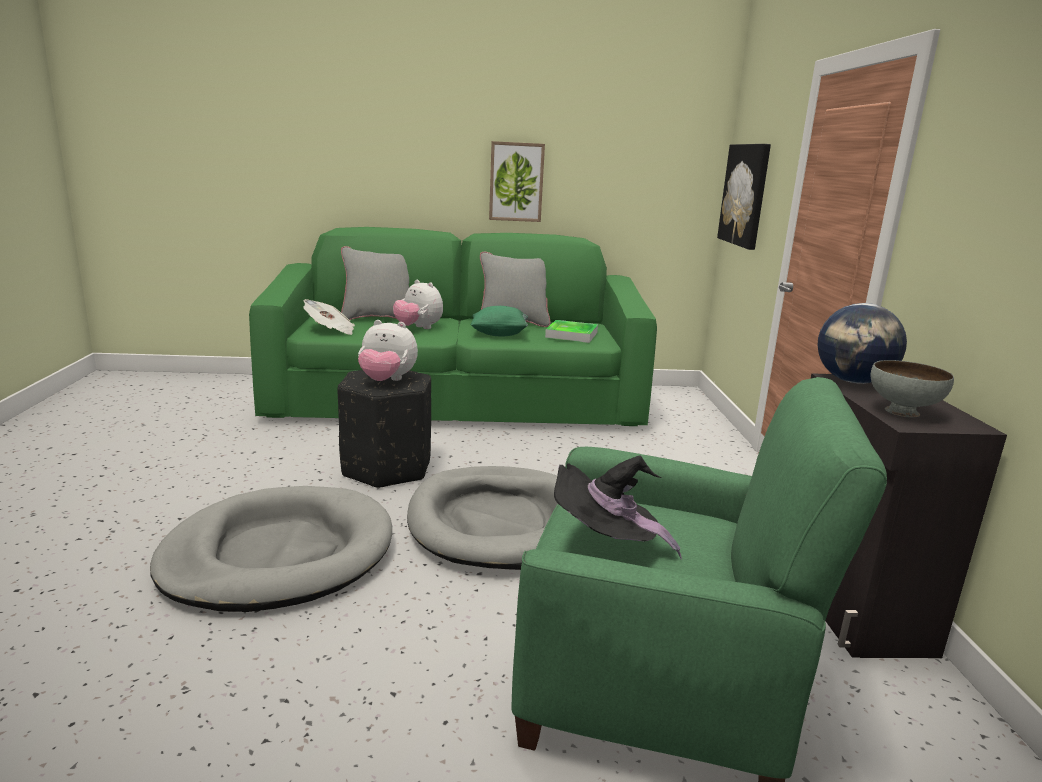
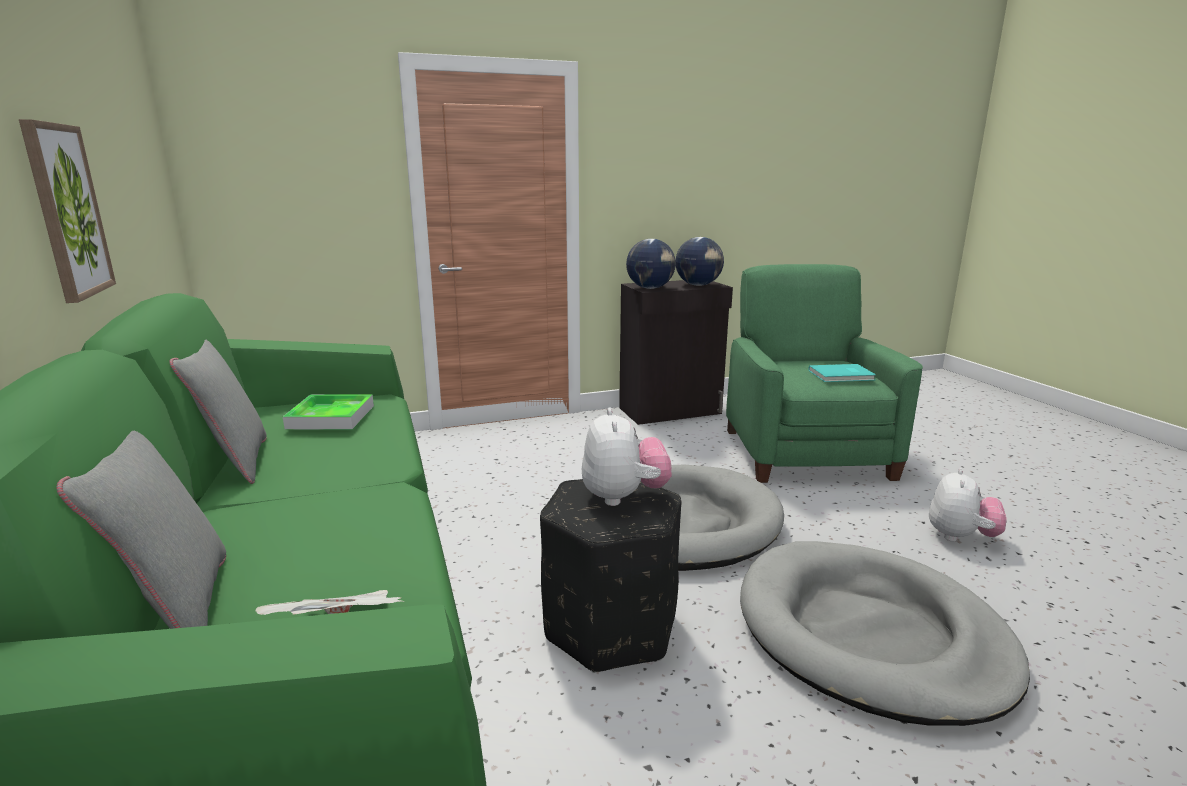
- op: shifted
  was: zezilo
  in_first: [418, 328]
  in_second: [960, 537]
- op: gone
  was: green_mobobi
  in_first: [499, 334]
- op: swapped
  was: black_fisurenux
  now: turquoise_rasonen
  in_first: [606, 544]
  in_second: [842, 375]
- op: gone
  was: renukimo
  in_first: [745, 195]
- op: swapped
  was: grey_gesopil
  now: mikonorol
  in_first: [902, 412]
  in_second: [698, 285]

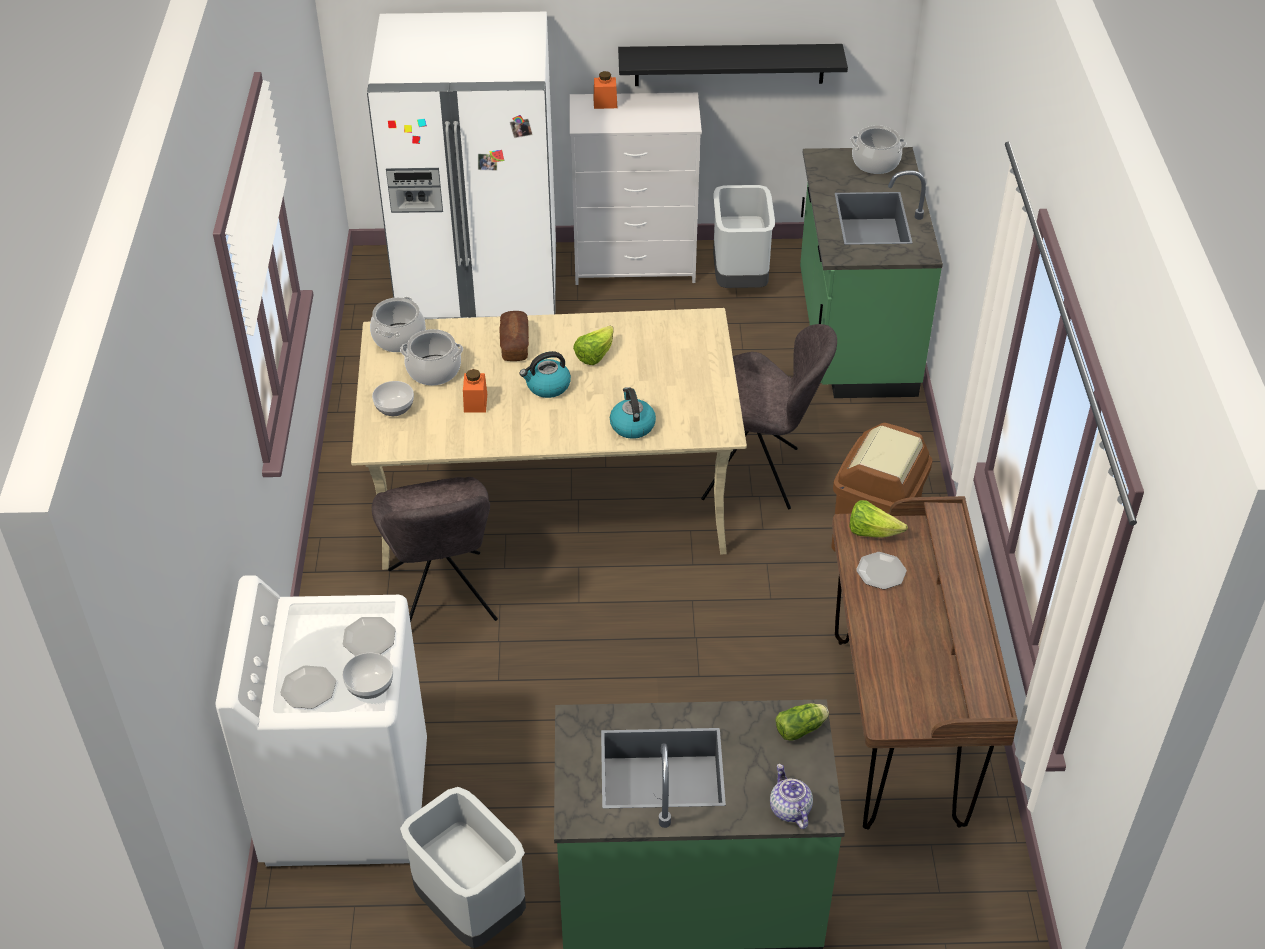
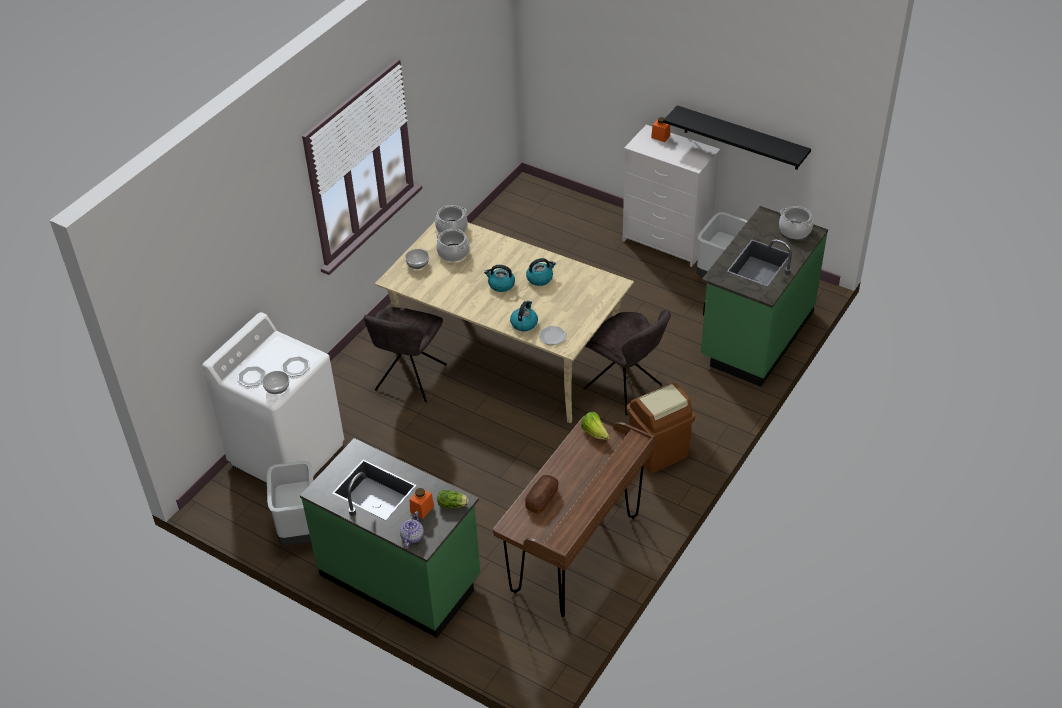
- op: gone
  was: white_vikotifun
  in_first: [479, 287]
- op: shifted
  was: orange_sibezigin
  in_first: [475, 403]
  in_second: [422, 509]
- op: shifted
  was: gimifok
  in_first: [514, 344]
  in_second: [542, 499]
- op: swapped
  was: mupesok
  now: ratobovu
  in_first: [594, 355]
  in_second: [540, 278]
- op: shifted
  was: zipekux
  in_first: [881, 572]
  in_second: [552, 336]

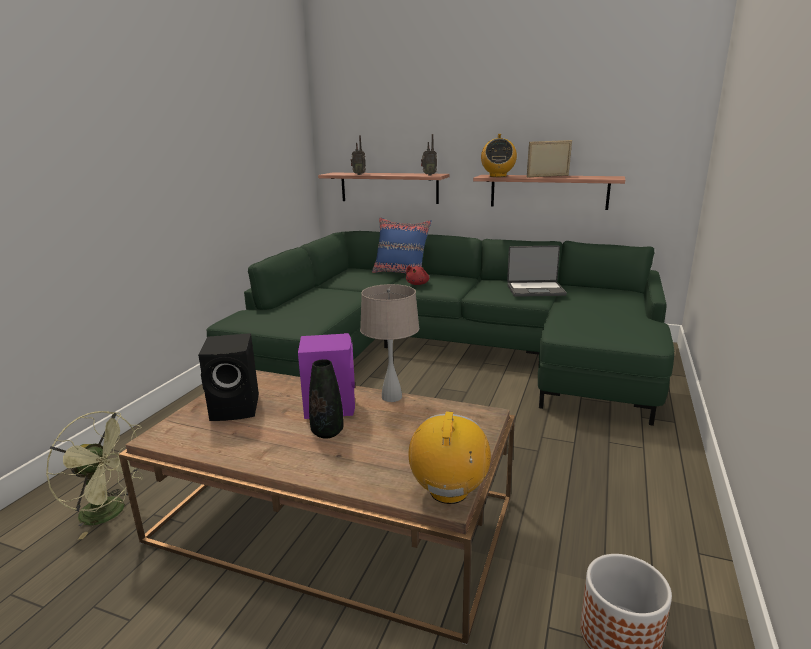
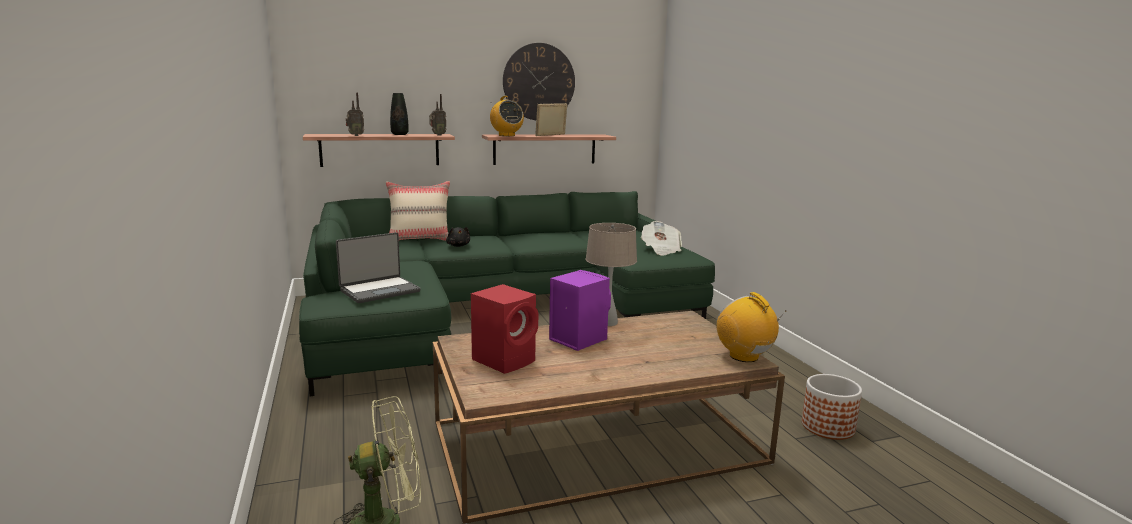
- op: repainted
  was: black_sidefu
  now: red_sidefu
  in_first: [237, 408]
  in_second: [505, 360]
- op: shifted
  was: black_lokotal
  in_first: [327, 432]
  in_second: [399, 134]
- op: repainted
  was: blue_mobobi
  now: beige_mobobi
  in_first: [401, 273]
  in_second: [420, 240]
- op: repainted
  was: red_zezilo
  now: black_zezilo
  in_first: [418, 284]
  in_second: [458, 246]
- op: shifted
  was: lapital
  in_first: [535, 290]
  in_second: [379, 290]
- op: new
  now: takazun
  in_second: [539, 82]
- op: new
  now: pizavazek
  in_second: [661, 250]

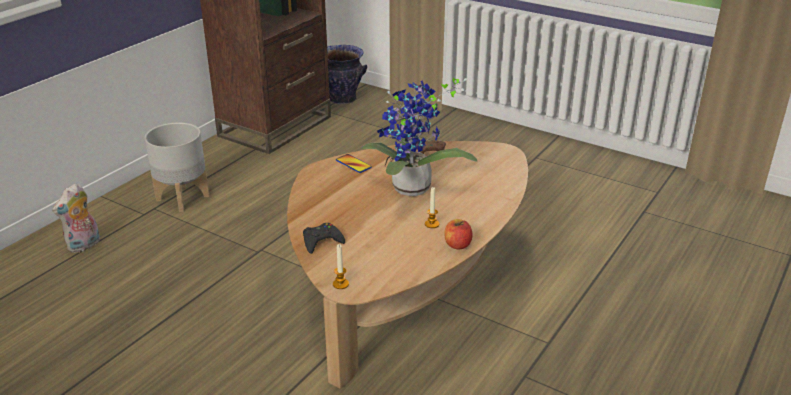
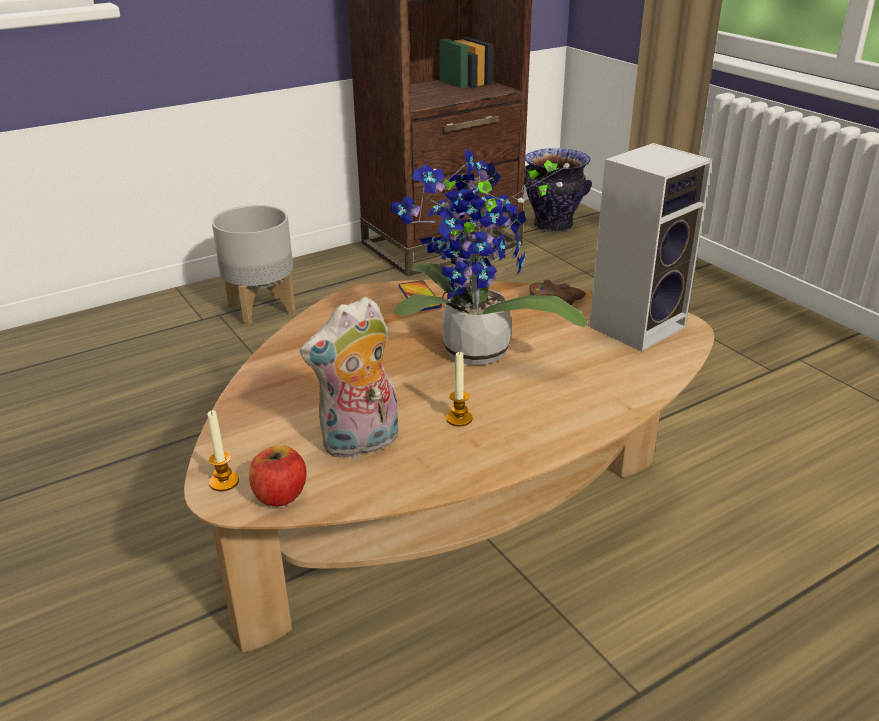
- op: shifted
  was: zezilo
  in_first: [84, 245]
  in_second: [360, 444]
- op: gone
  was: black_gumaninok
  in_first: [321, 241]
- op: shifted
  was: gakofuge
  in_first: [457, 245]
  in_second: [280, 495]
- op: new
  now: sidefu
  in_second: [637, 325]

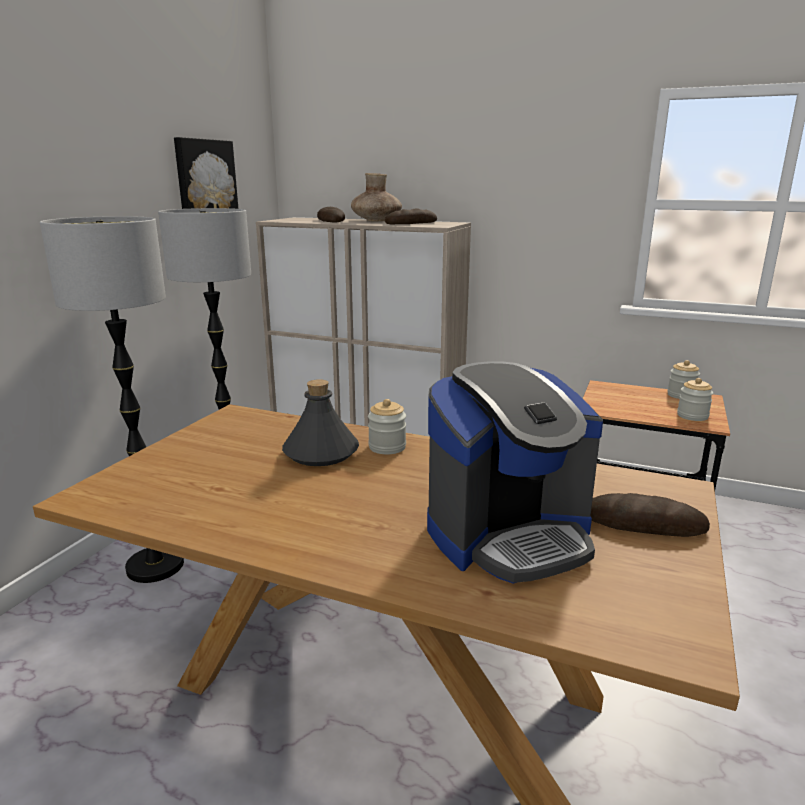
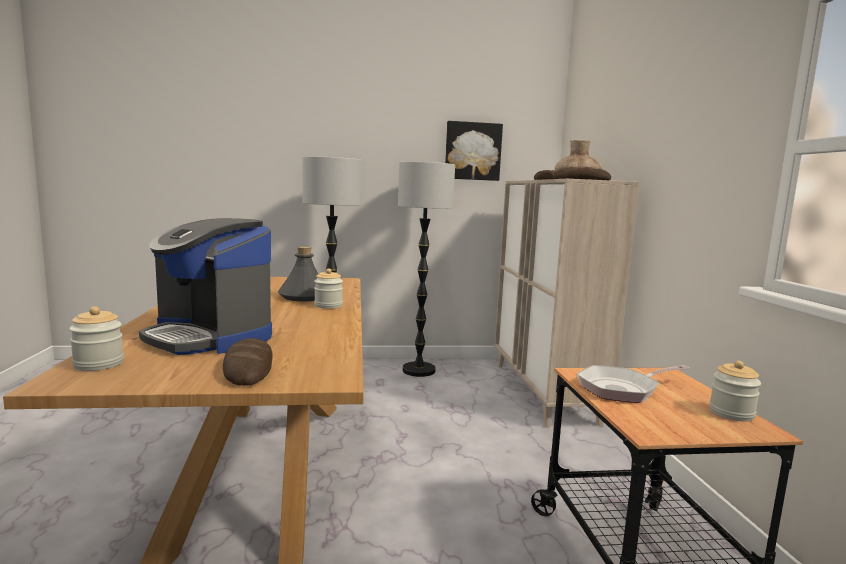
- op: shifted
  was: sibezigin
  in_first: [692, 416]
  in_second: [98, 364]
- op: new
  now: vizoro
  in_second: [622, 389]

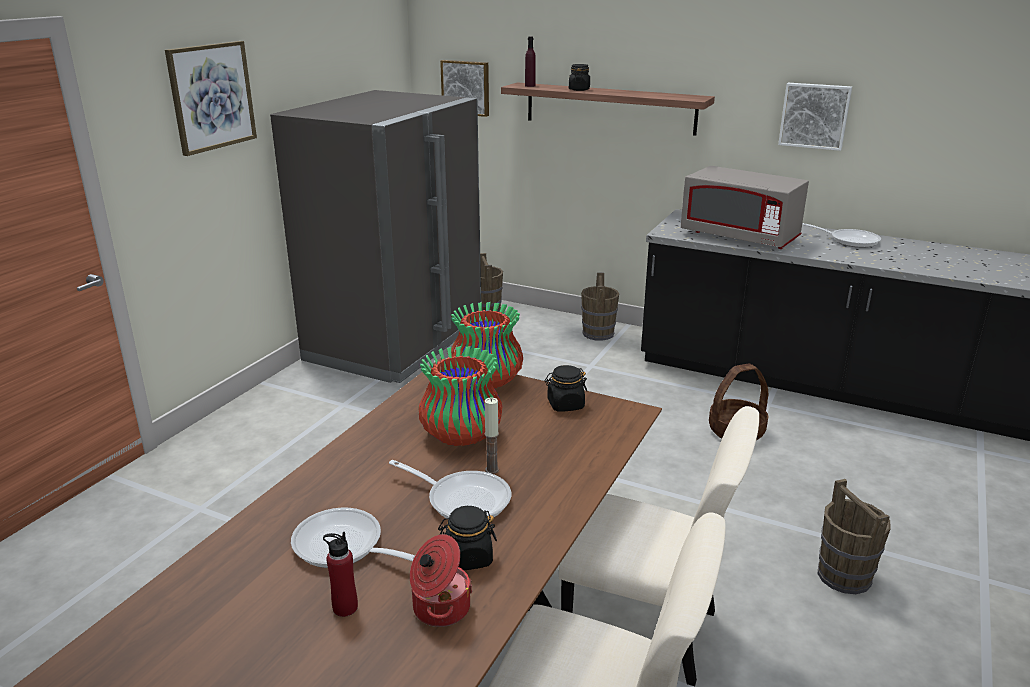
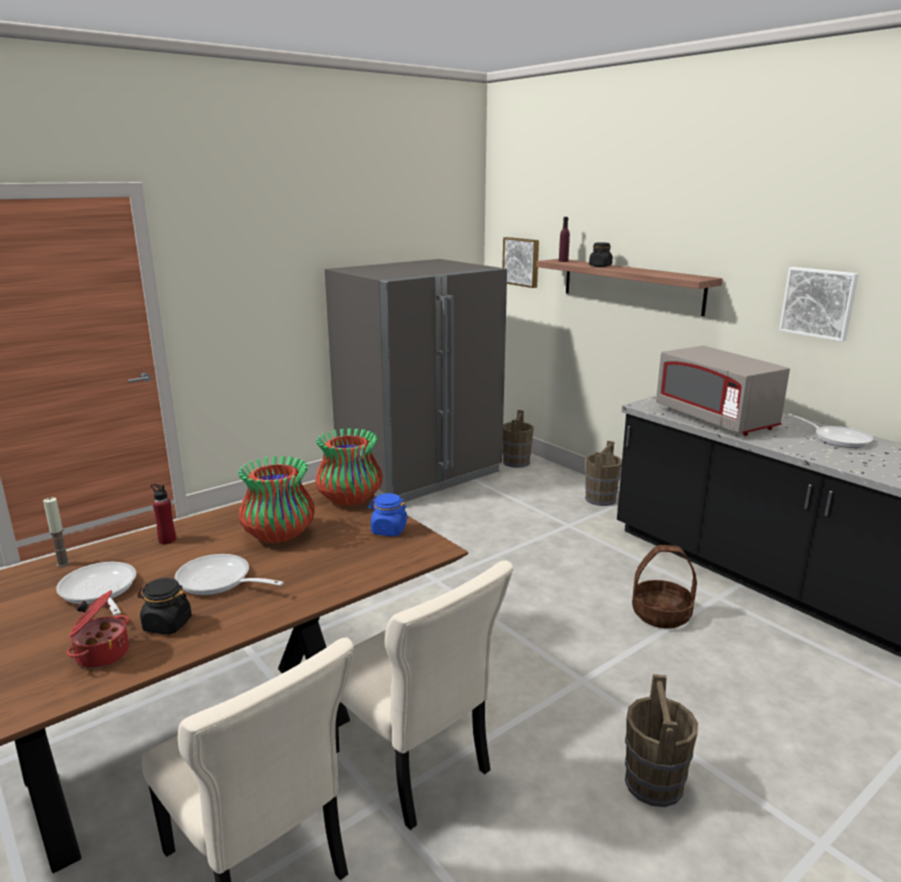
- op: gone
  was: renukimo
  in_first: [211, 96]
- op: shifted
  was: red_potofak
  in_first: [345, 607]
  in_second: [167, 540]
- op: rotated
  was: vizoro
  in_first: [463, 499]
  in_second: [219, 581]
  clockwise: 150
- op: shifted
  was: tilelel
  in_first: [492, 470]
  in_second: [63, 564]
- op: repainted
  was: black_sibezigin
  now: blue_sibezigin
  in_first: [565, 405]
  in_second: [388, 530]

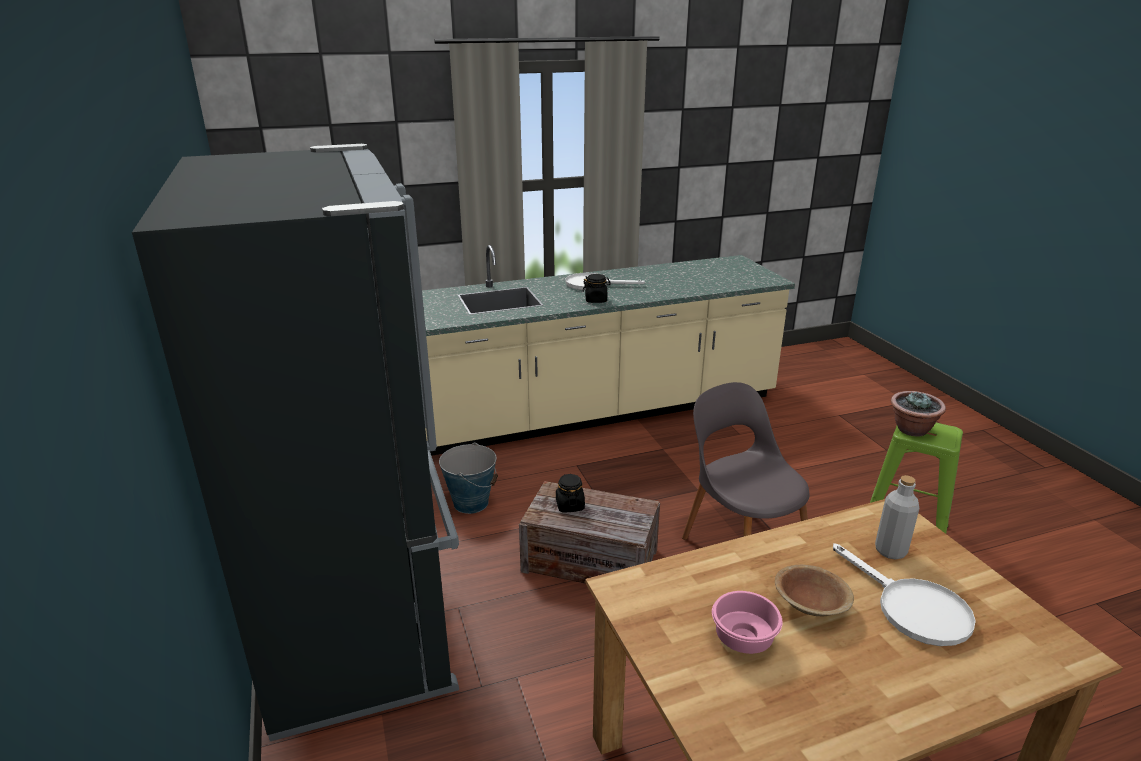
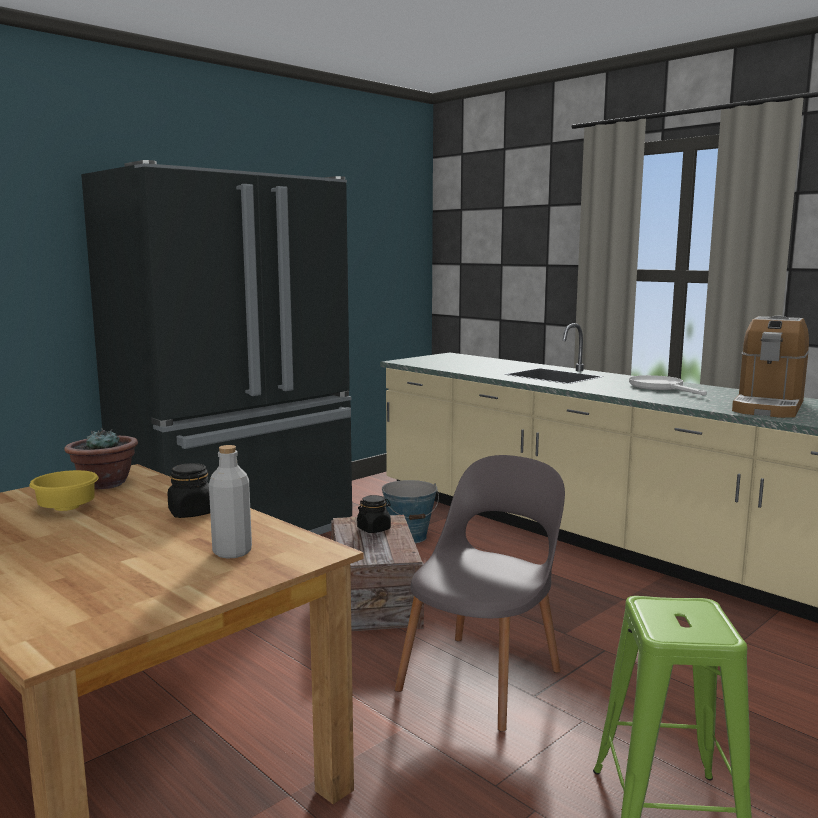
- op: shifted
  was: black_sibezigin
  in_first: [596, 300]
  in_second: [191, 513]
- op: repainted
  was: pink_gesopil
  now: yellow_gesopil
  in_first: [744, 640]
  in_second: [64, 508]
- op: gone
  was: brown_gesopil
  in_first: [810, 605]
- op: gone
  was: white_vizoro
  in_first: [912, 608]
- op: shifted
  was: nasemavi
  in_first: [912, 430]
  in_second: [104, 484]
- op: new
  now: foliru
  in_second: [768, 406]

